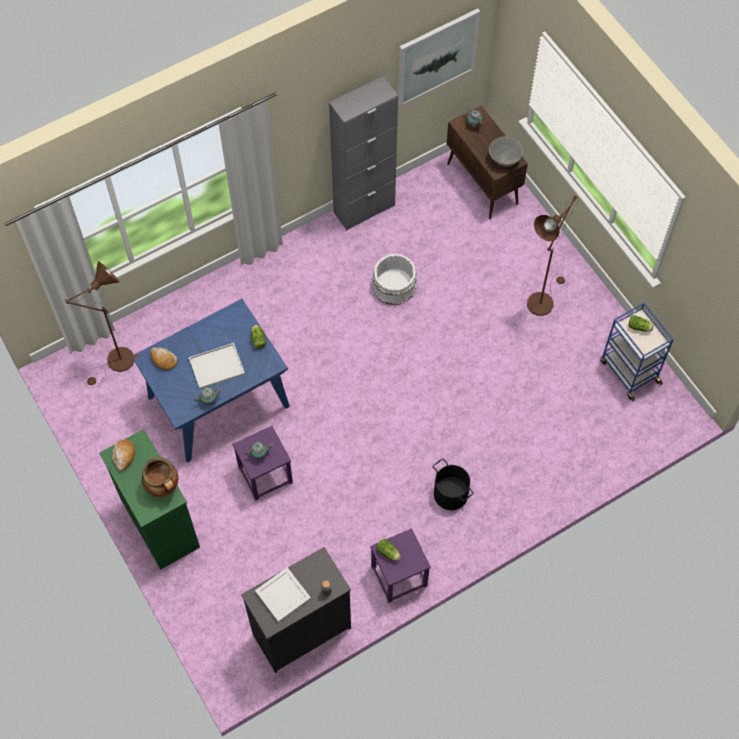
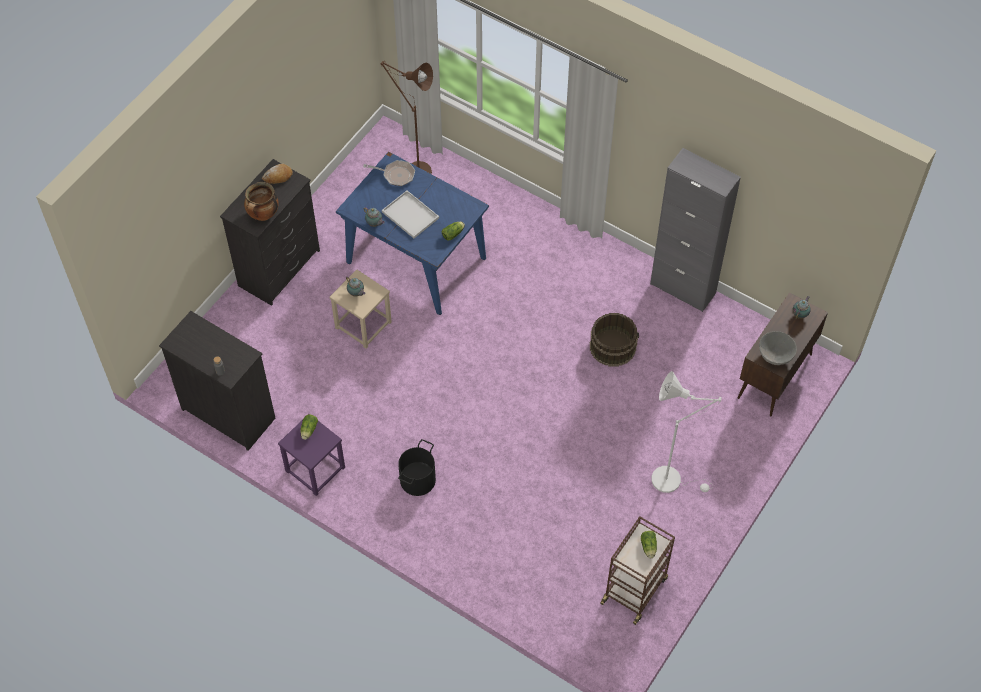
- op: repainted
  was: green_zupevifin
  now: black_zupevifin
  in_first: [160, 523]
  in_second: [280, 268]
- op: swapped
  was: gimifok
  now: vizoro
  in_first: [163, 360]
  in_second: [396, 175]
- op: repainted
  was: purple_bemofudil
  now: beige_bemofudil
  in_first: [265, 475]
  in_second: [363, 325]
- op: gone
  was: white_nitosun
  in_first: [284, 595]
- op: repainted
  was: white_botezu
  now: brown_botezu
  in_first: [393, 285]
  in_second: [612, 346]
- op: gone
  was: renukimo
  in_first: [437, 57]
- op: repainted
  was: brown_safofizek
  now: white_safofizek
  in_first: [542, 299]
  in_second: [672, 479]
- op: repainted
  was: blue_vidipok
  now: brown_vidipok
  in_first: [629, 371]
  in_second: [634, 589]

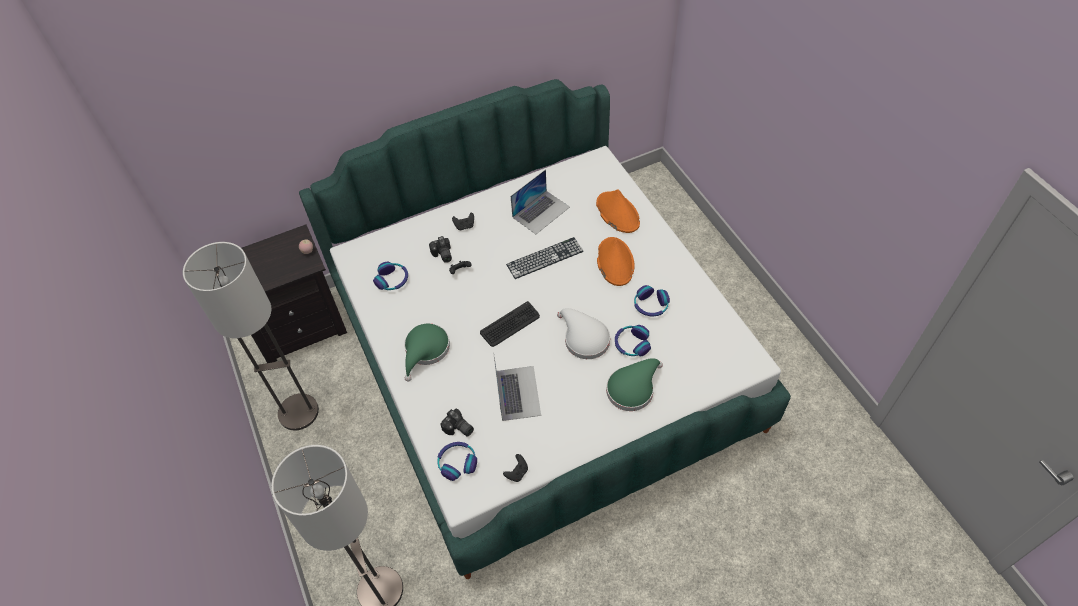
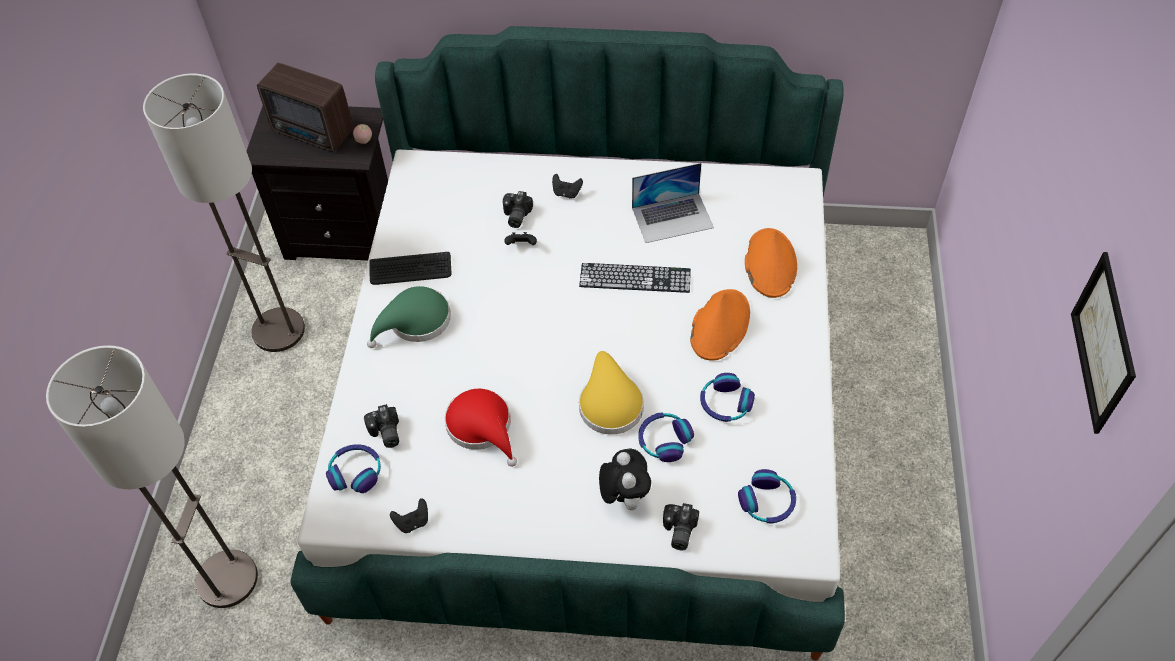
- op: shifted
  was: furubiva
  in_first: [392, 280]
  in_second: [767, 502]
- op: shifted
  was: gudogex
  in_first: [510, 325]
  in_second: [410, 269]
- op: swapped
  was: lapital
  now: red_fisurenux
  in_first: [517, 392]
  in_second: [482, 427]
- op: repainted
  was: white_fisurenux
  now: yellow_fisurenux
  in_first: [584, 338]
  in_second: [609, 402]
- op: swapped
  was: green_fisurenux
  now: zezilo
  in_first: [632, 388]
  in_second: [624, 496]
- op: new
  now: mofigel
  in_second: [314, 133]
- op: new
  now: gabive
  in_second: [677, 531]
- op: new
  now: renukimo
  in_second: [1103, 342]

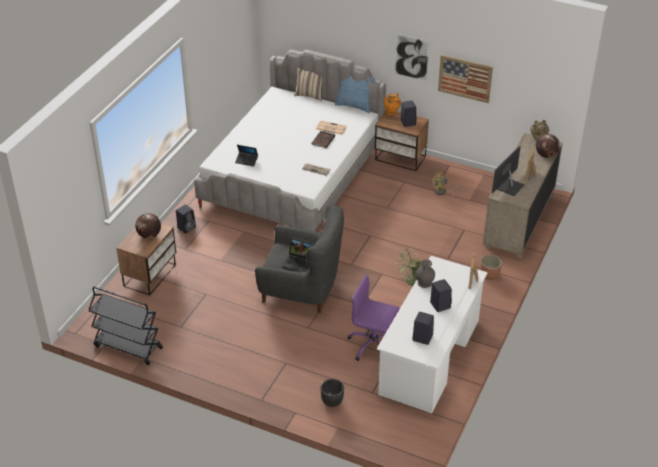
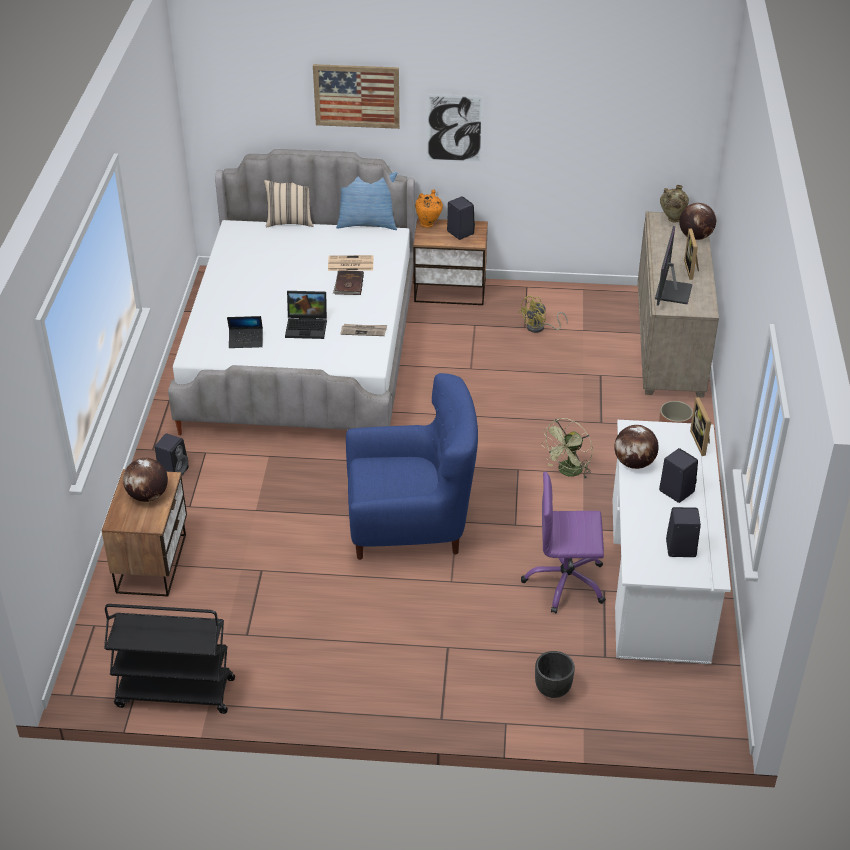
- op: repainted
  was: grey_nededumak
  now: blue_nededumak
  in_first: [302, 290]
  in_second: [410, 525]
- op: shifted
  was: lapital
  in_first: [299, 263]
  in_second: [307, 326]
- op: swapped
  was: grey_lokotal
  now: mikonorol
  in_first: [425, 283]
  in_second: [634, 463]
- op: shifted
  was: renukimo
  in_first: [465, 78]
  in_second: [356, 96]

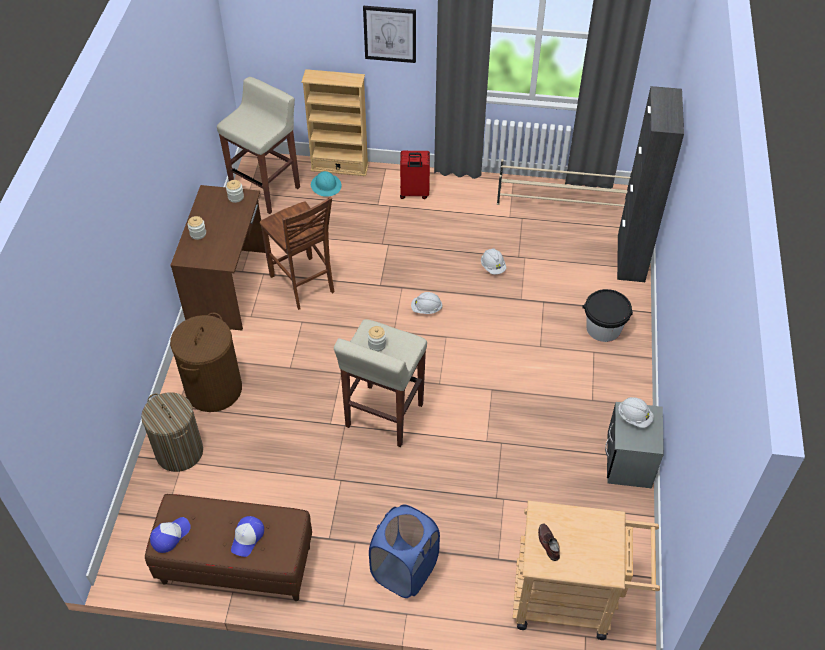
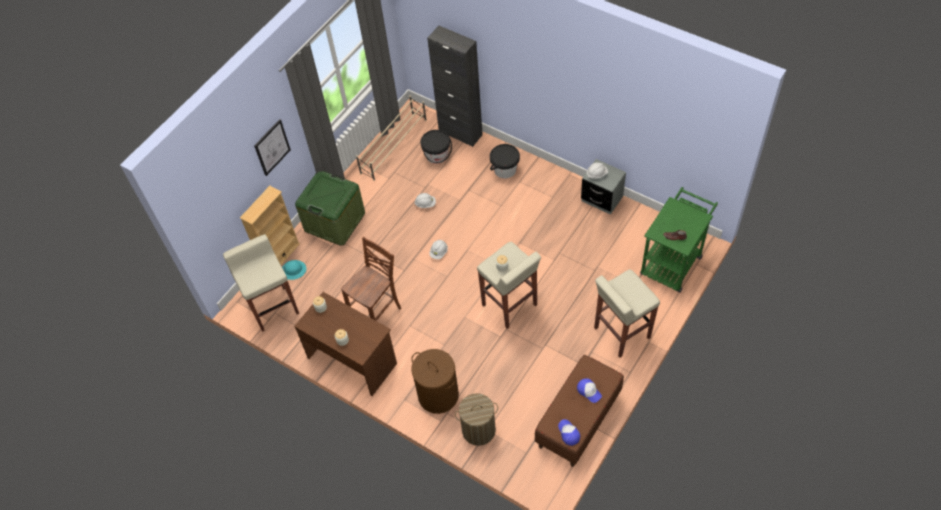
- op: rotated
  was: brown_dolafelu
  in_first: [303, 285]
  in_second: [377, 314]
  clockwise: -45
- op: swapped
  was: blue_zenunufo
  now: beige_bemofudil
  in_first: [404, 570]
  in_second: [621, 333]
- op: swapped
  was: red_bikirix
  now: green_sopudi
  in_first: [414, 193]
  in_second: [334, 221]
- op: repainted
  was: beige_vidipok
  now: green_vidipok
  in_first: [572, 600]
  in_second: [673, 261]
- op: new
  now: black_botezu
  in_second: [437, 155]

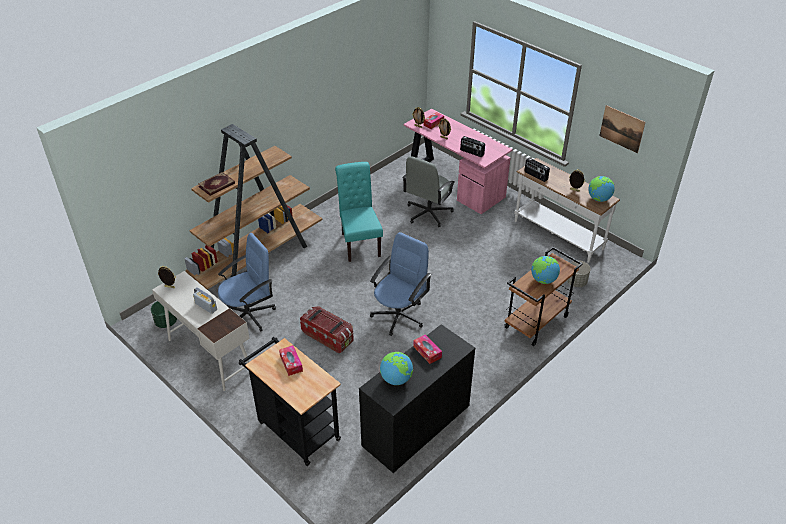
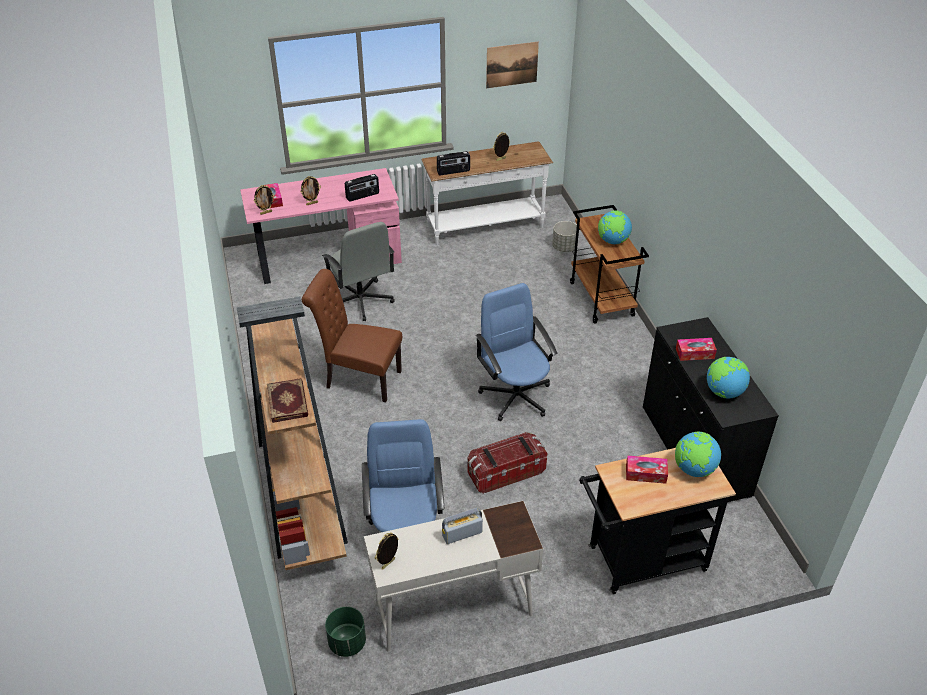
- op: repainted
  was: turquoise_dolafelu
  now: brown_dolafelu
  in_first: [359, 242]
  in_second: [359, 379]
- op: shifted
  was: mikonorol
  in_first: [598, 199]
  in_second: [694, 469]

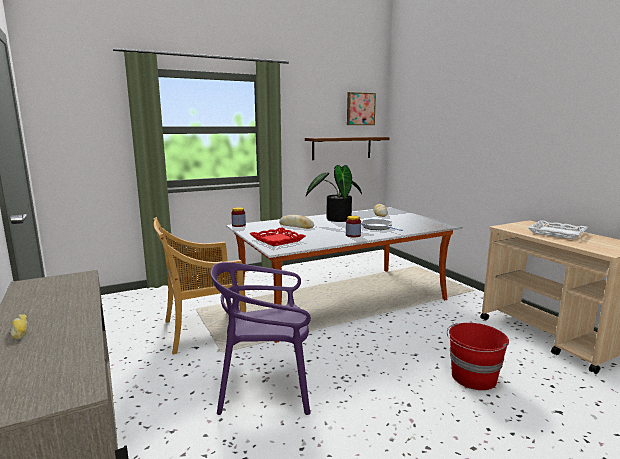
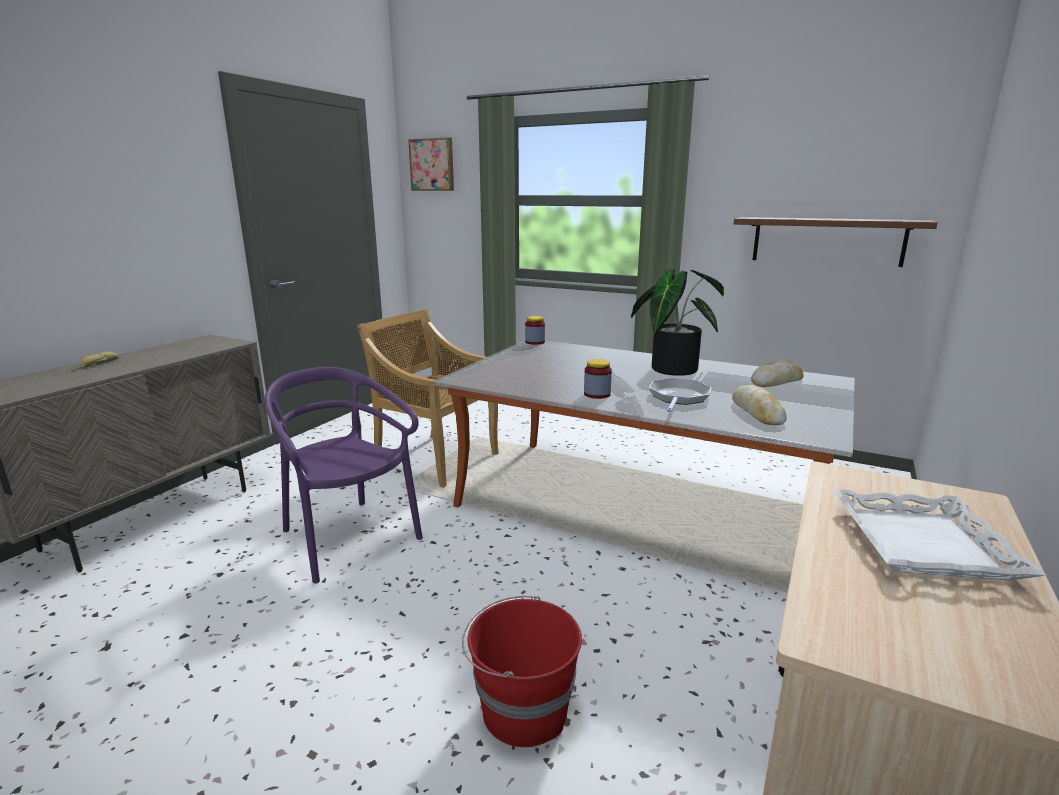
- op: gone
  was: red_nitosun
  in_first: [276, 240]
- op: shifted
  was: gimifok
  in_first: [296, 226]
  in_second: [757, 412]
- op: shifted
  was: renukimo
  in_first: [360, 109]
  in_second: [432, 165]

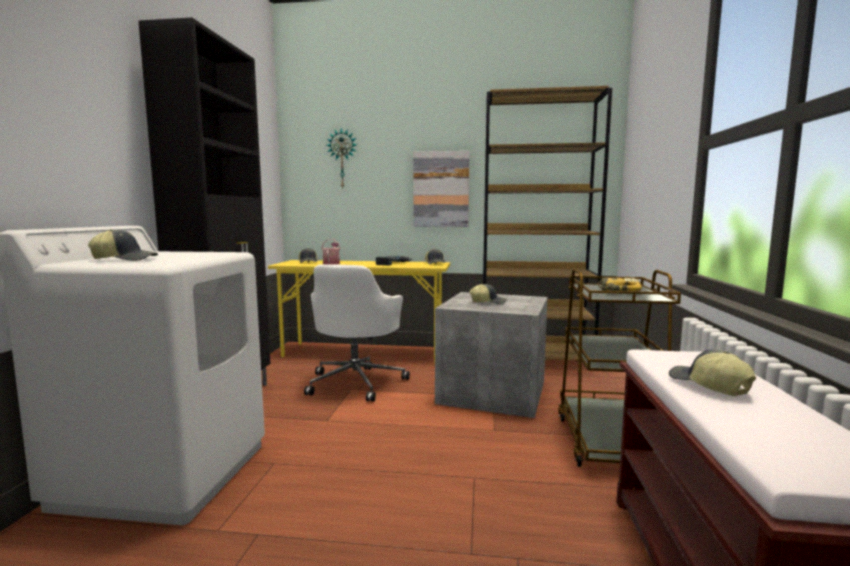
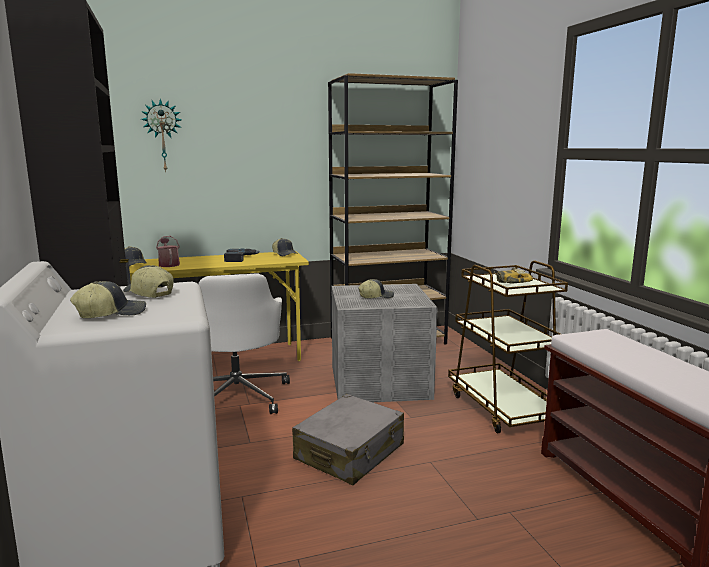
- op: gone
  was: renukimo
  in_first: [441, 189]
- op: shifted
  was: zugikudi
  in_first: [708, 386]
  in_second: [148, 294]
- op: new
  now: grey_bikirix
  in_second: [350, 452]

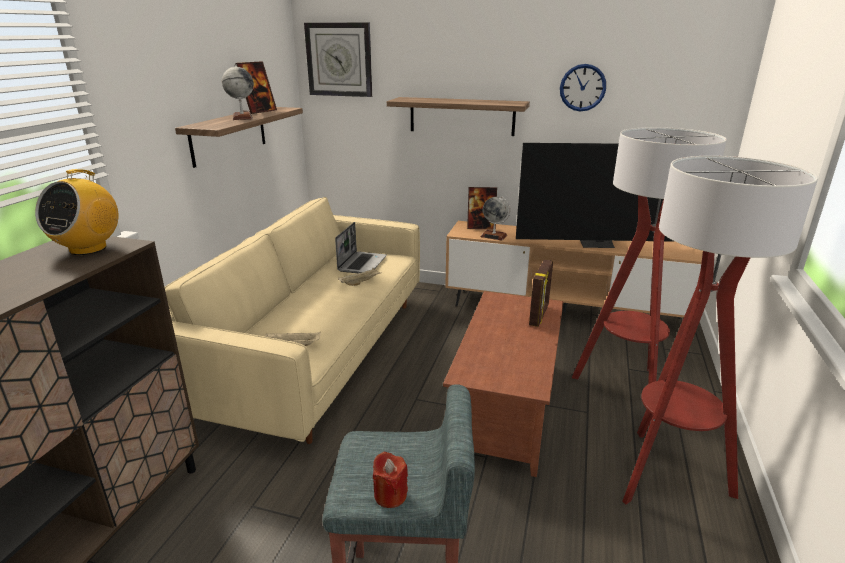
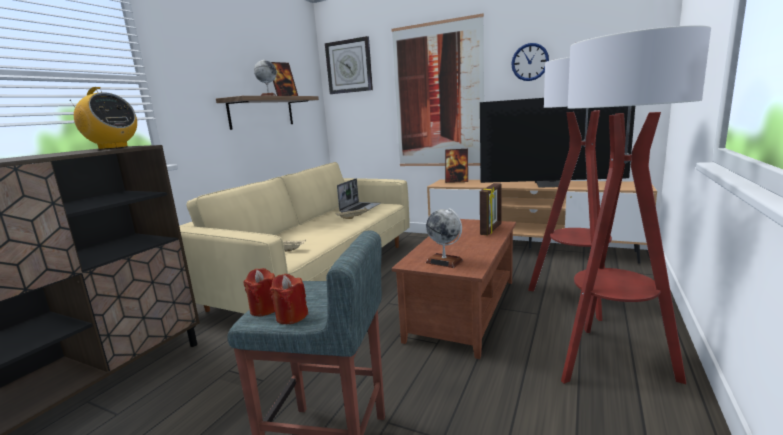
- op: rotated
  was: mofigel
  in_first: [88, 248]
  in_second: [113, 148]
  clockwise: -90
- op: swapped
  was: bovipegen
  now: renukimo
  in_first: [461, 116]
  in_second: [438, 96]
- op: shifted
  was: mikonorol
  in_first: [494, 236]
  in_second: [444, 261]
- op: new
  now: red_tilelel
  in_second: [264, 309]

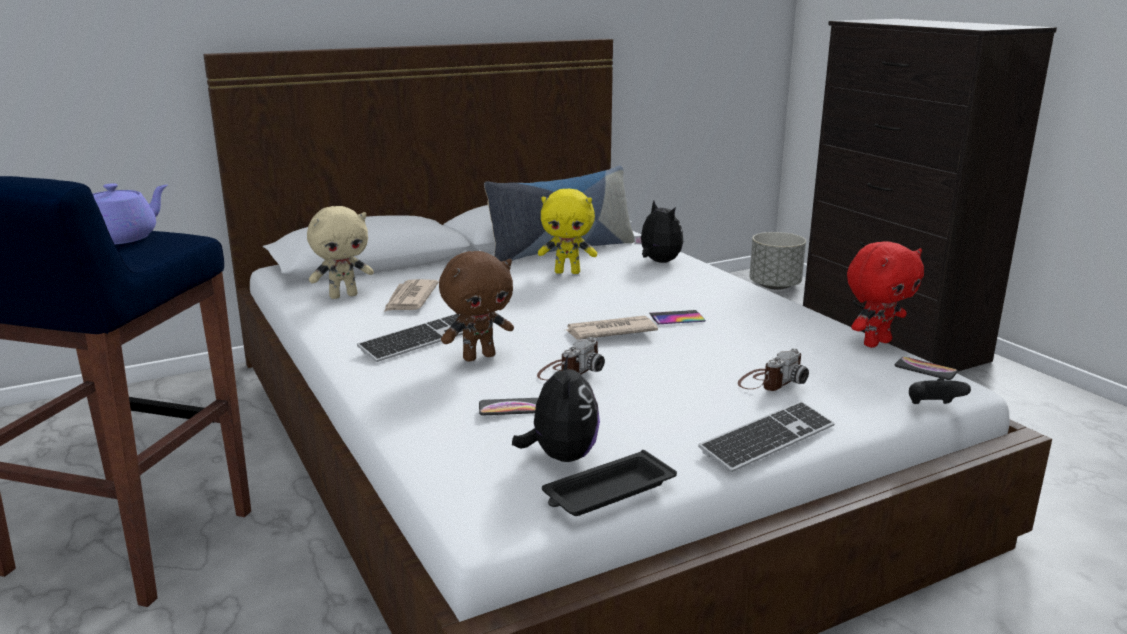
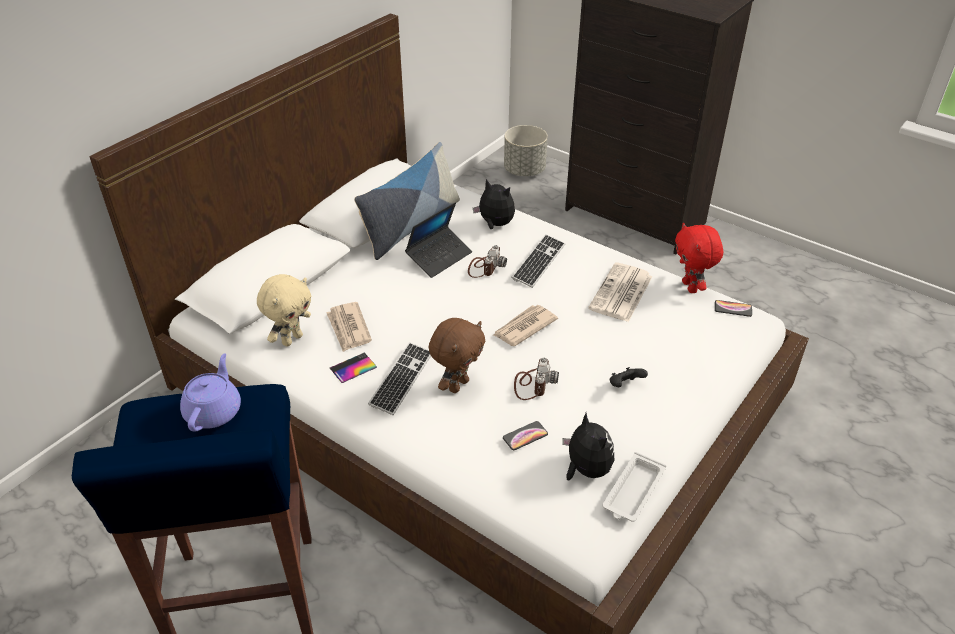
- op: swapped
  was: yellow_zezilo
  now: lapital
  in_first: [568, 272]
  in_second: [439, 257]
- op: repainted
  was: black_nitosun
  now: white_nitosun
  in_first: [607, 492]
  in_second: [633, 491]
- op: shifted
  was: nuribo
  in_first: [677, 318]
  in_second: [353, 368]
- op: shifted
  was: gudogex
  in_first: [768, 439]
  in_second: [538, 262]
- op: shifted
  was: gabive
  in_first: [770, 382]
  in_second: [485, 267]
- op: rotated
  was: red_zezilo
  in_first: [875, 343]
  in_second: [690, 287]
  clockwise: 135
- op: shifted
  was: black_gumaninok
  in_first: [933, 407]
  in_second: [625, 385]
- op: new
  now: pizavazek
  in_second: [621, 293]

